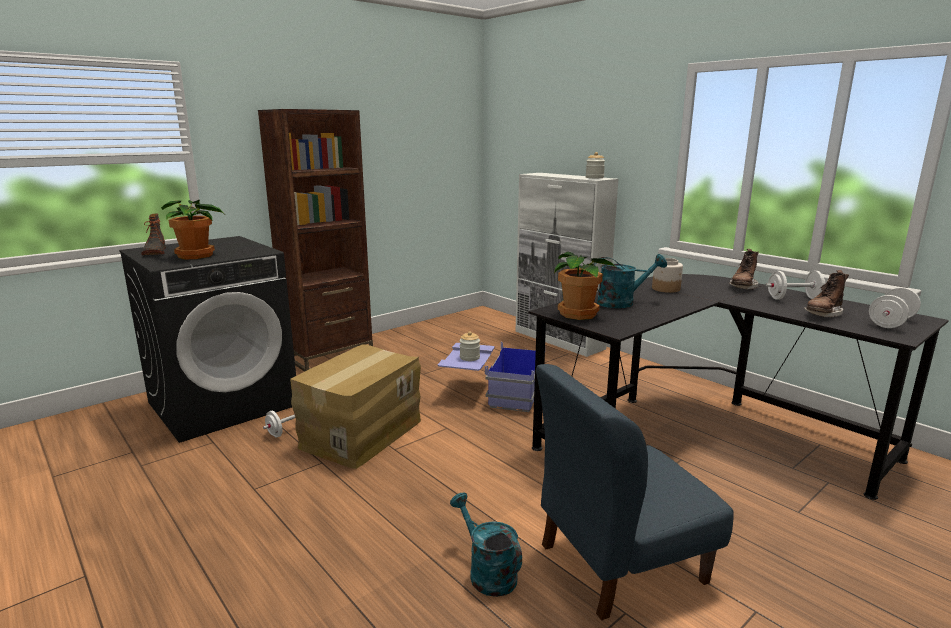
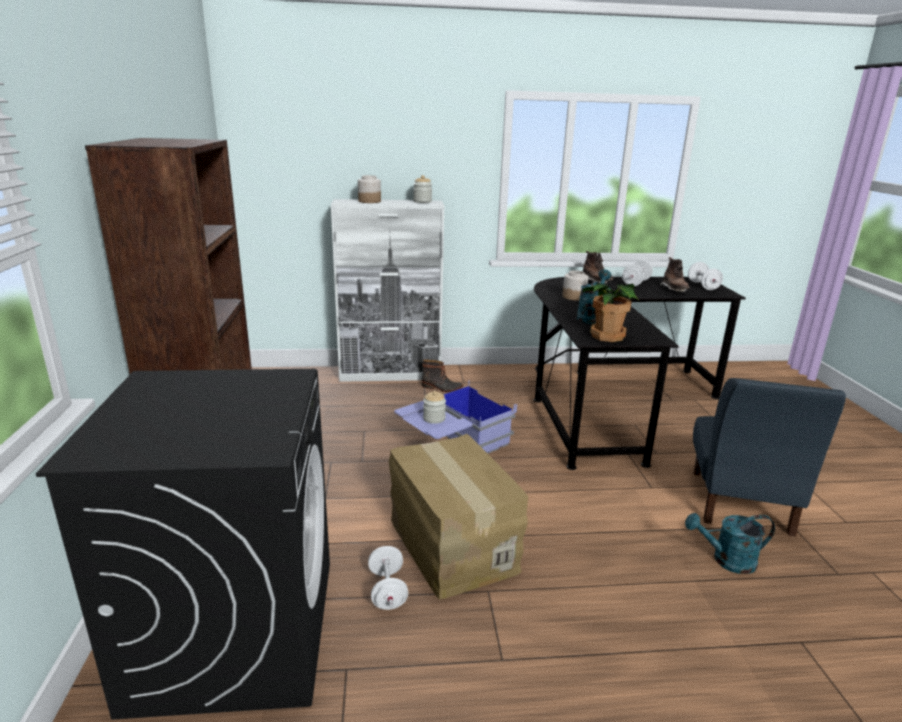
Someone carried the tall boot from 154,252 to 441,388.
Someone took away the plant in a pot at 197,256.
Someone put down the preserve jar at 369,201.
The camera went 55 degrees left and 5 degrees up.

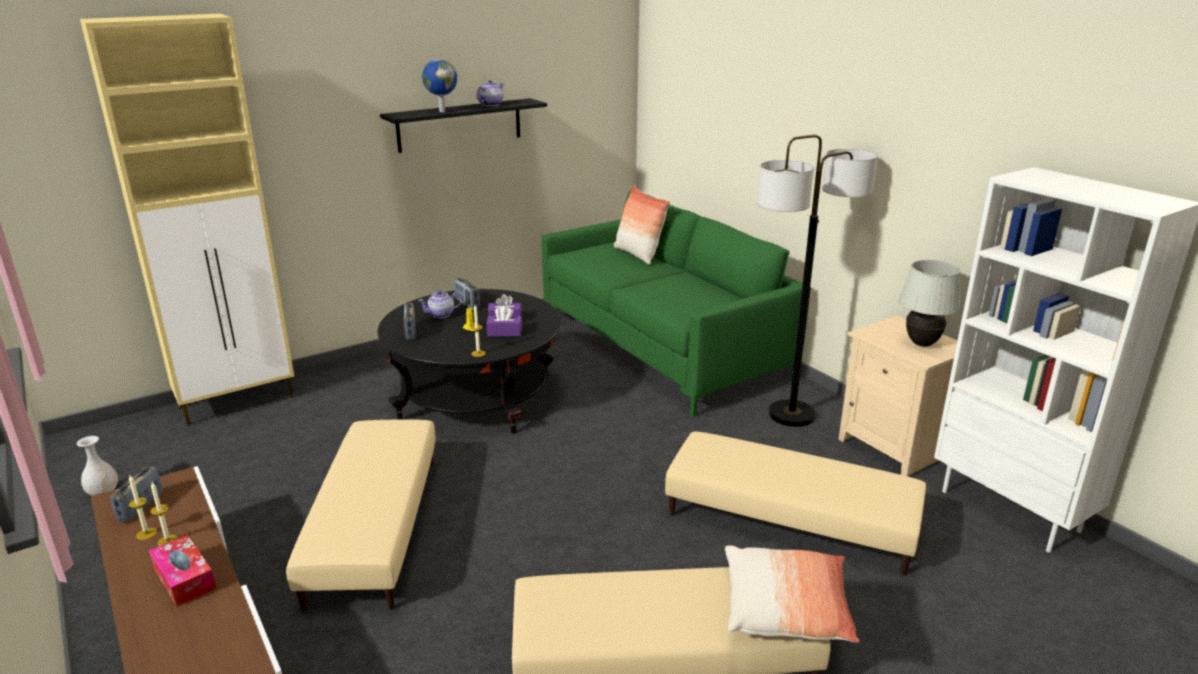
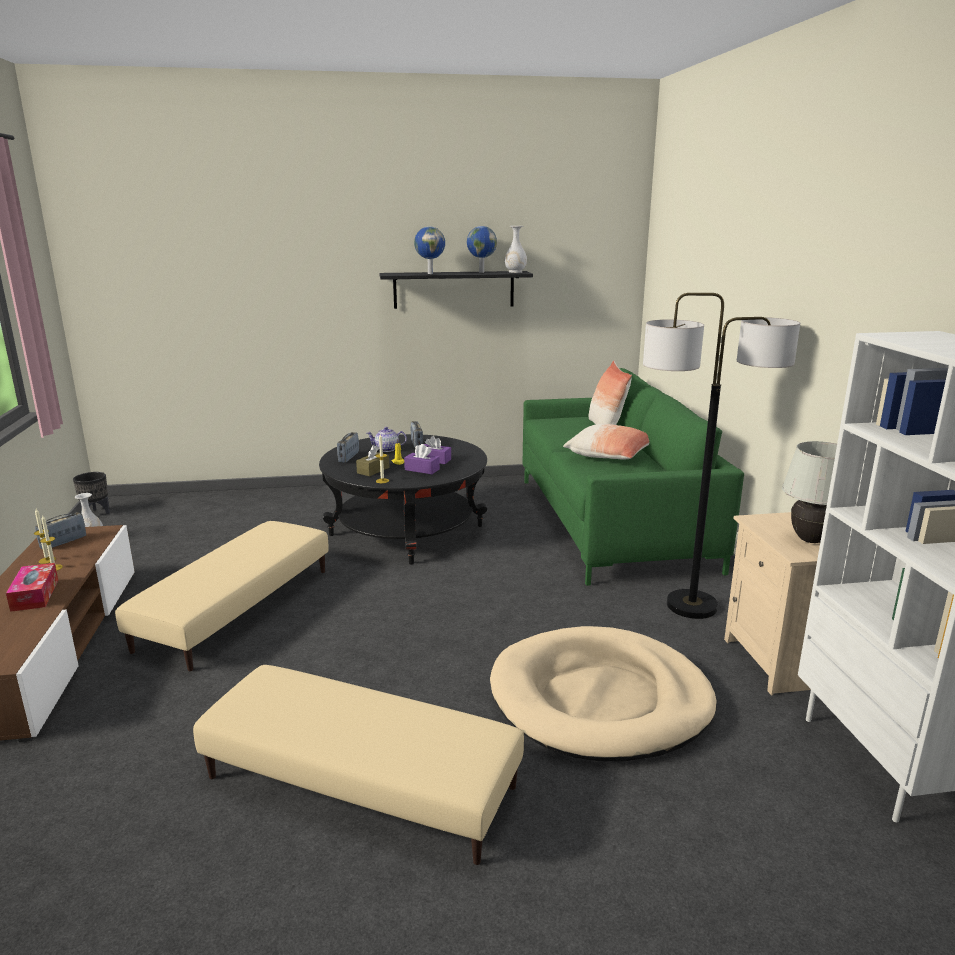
Someone took away the storage cabinet (beige-coloured) at 239,401.
Someone swapped the pot for tea at 490,104 for the world globe at 481,272.
Someone swapped the footrest (beige-coloured) at 790,520 for the dog bed (beige-coloured) at 600,699.
Someone carried the cushion from 786,609 to 610,455.
Someone put down the plant pot (black-coloured) at 96,513.
Someone put down the box of tissues (brown-coloured) at 373,470.
Someone put down the vase (white-coloured) at 515,272.
The camera went 25 degrees right and 5 degrees down.

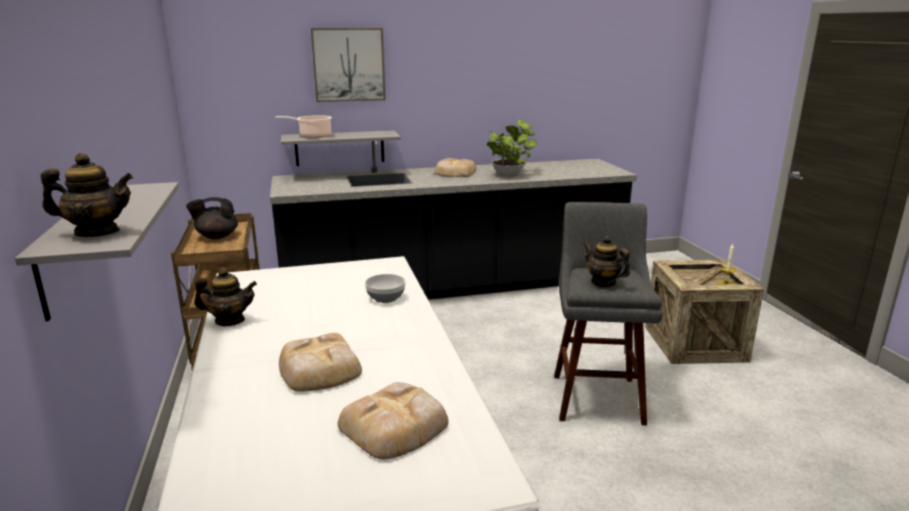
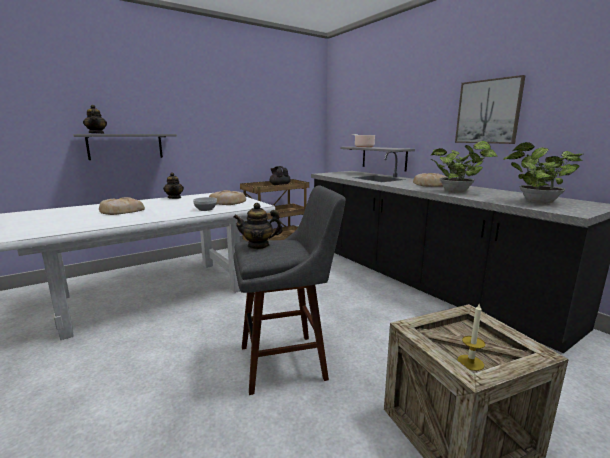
Someone carried the picture from 348,65 to 488,112.
Someone carried the baked bread from 396,426 to 227,202.
Someone rotated the pot for tea at 603,283 by 120 degrees counterclockwise.
Someone put down the plant in a pot at 535,202.
The camera went 70 degrees right and 5 degrees down.

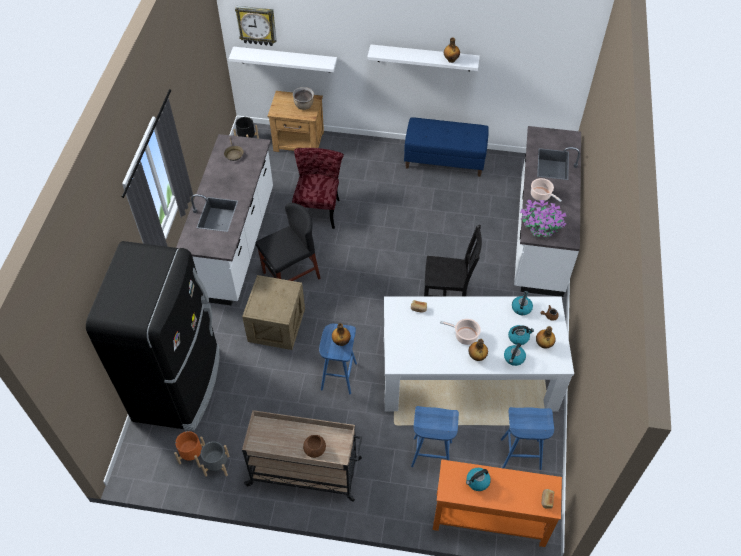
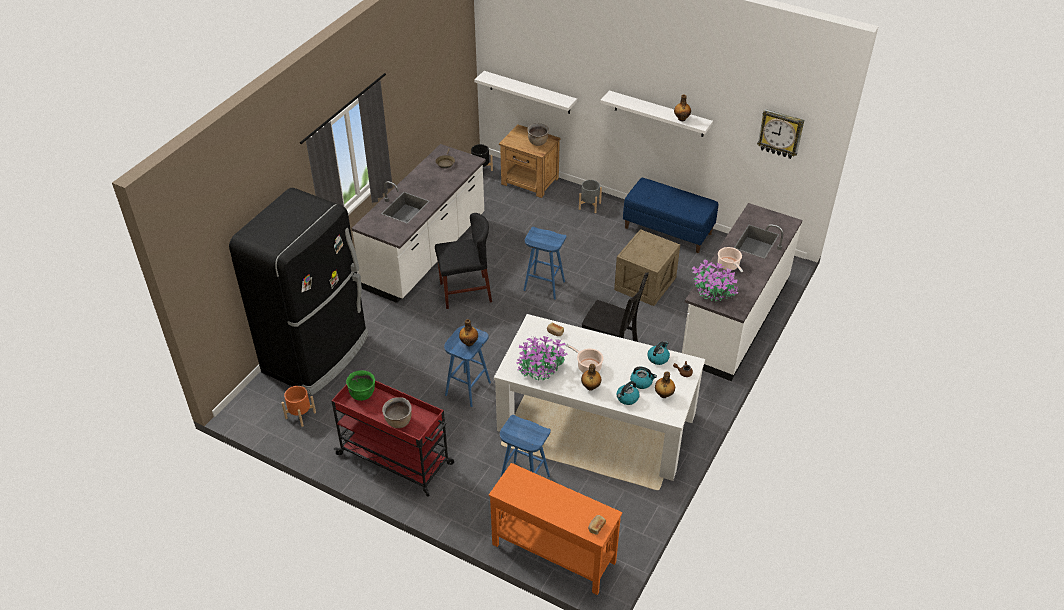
Someone carried the plant pot (grey) from 217,465 to 589,206.
Someone carried the wall clock from 257,25 to 780,133.
Someone carried the shipping crate from 277,324 to 645,283.
Someone repainted the trolley (beige-coloured) at 306,472, which became the trolley (red) at 396,459.
Someone took away the chair (red) at 318,207.
Someone swapped the serving bowl (brown-coloured) at 315,449 for the saucepot (brown-coloured) at 399,422.
Someone took away the kettle at 477,482.
Someone carried the sitting stool (bluish) from 520,454 to 543,286.
Someone put down the saucepot (green) at 362,394.
Someone put down the plant in a pot at 541,368.
The camera went 20 degrees right and 10 degrees down.

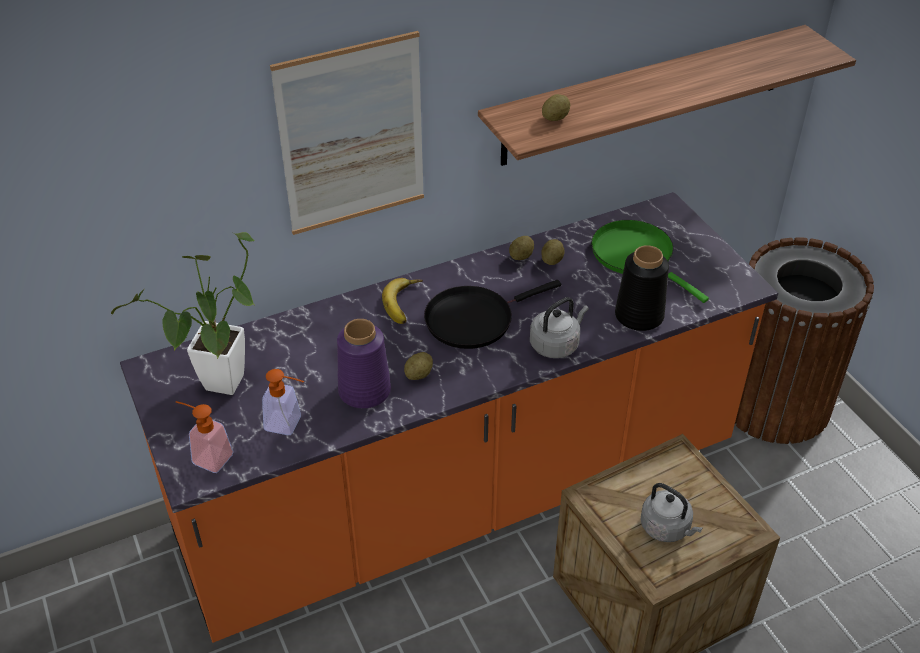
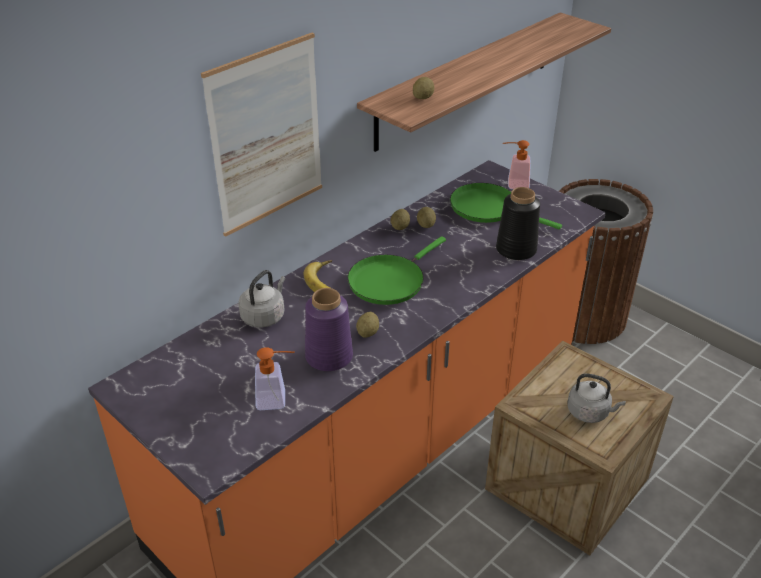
Someone took away the plant in a pot at 220,389.
Someone carried the soap bottle from 207,456 to 513,184.
Someone repainted the pan (black-coloured) at 474,319, which became the pan (green) at 389,281.
Someone carried the kettle (grey) from 556,344 to 264,316.
The camera went 20 degrees left and 5 degrees down.

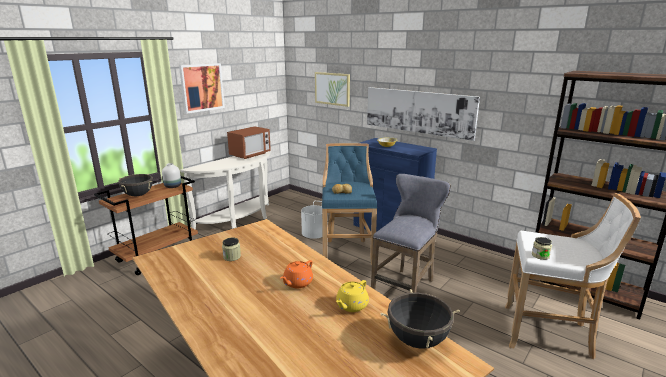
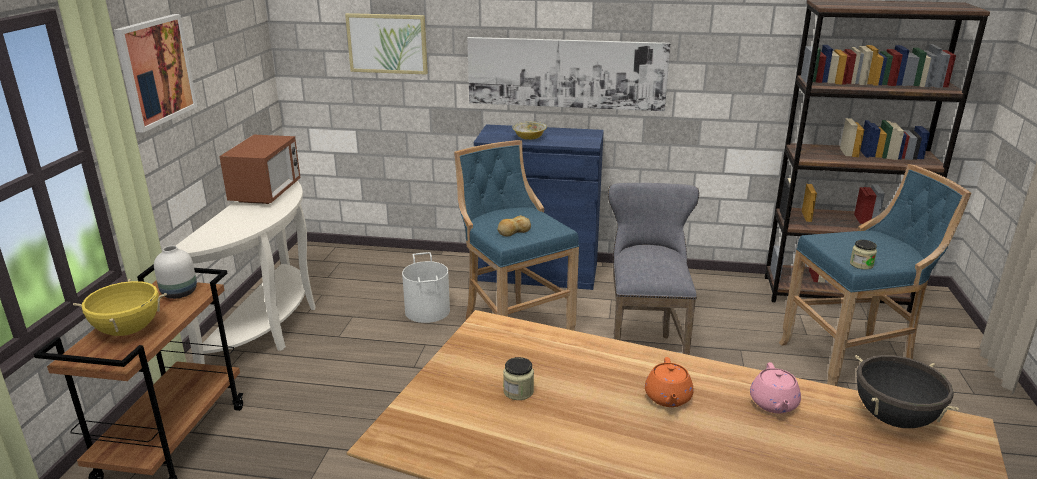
Someone repainted the saucepot (black-coloured) at 138,195, which became the saucepot (yellowish) at 128,330.
Someone repainted the pot for tea (yellowish) at 351,305, which became the pot for tea (pinkish) at 773,404.
Someone repainted the sitting stool (white-coloured) at 549,333, which became the sitting stool (bluish) at 850,361.
The camera went 30 degrees left and 5 degrees up.

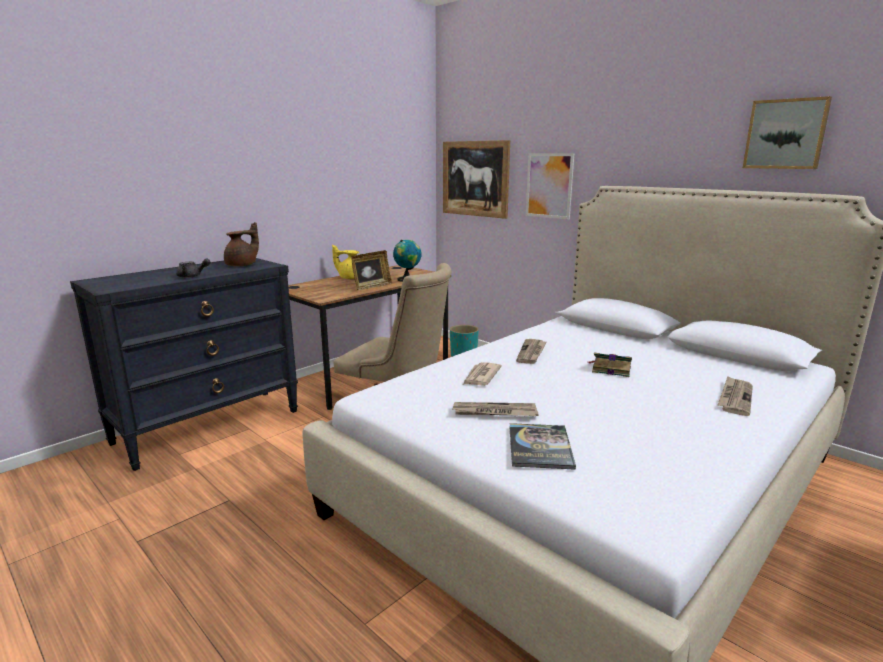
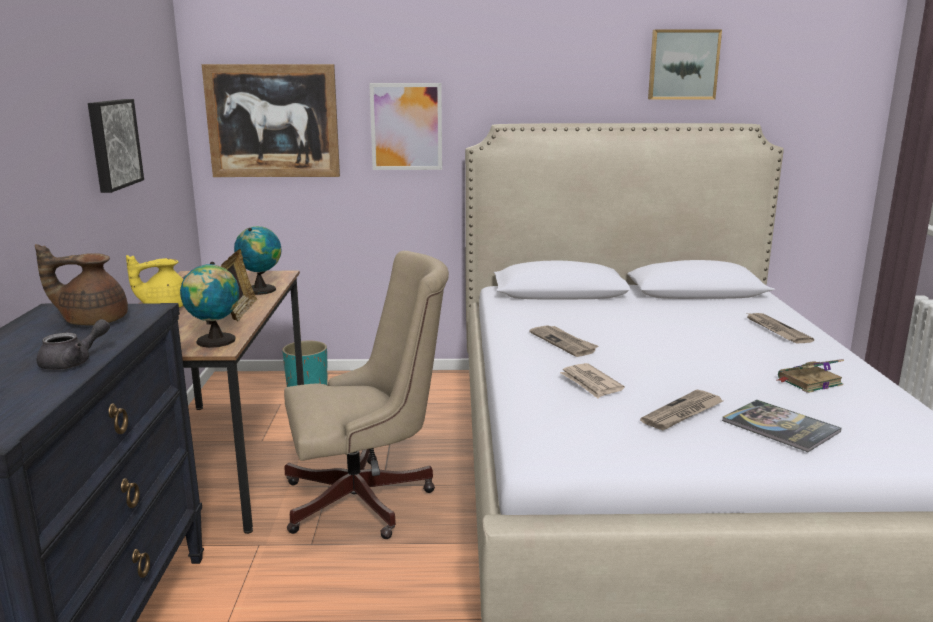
Someone rotated the pot for tea (brown-coloured) at 243,265 by 90 degrees counterclockwise.
Someone carried the bound book from 610,369 to 808,382.
Someone put up the picture at 112,144.
Someone put down the world globe at 215,342.
The camera went 45 degrees left and 0 degrees up.

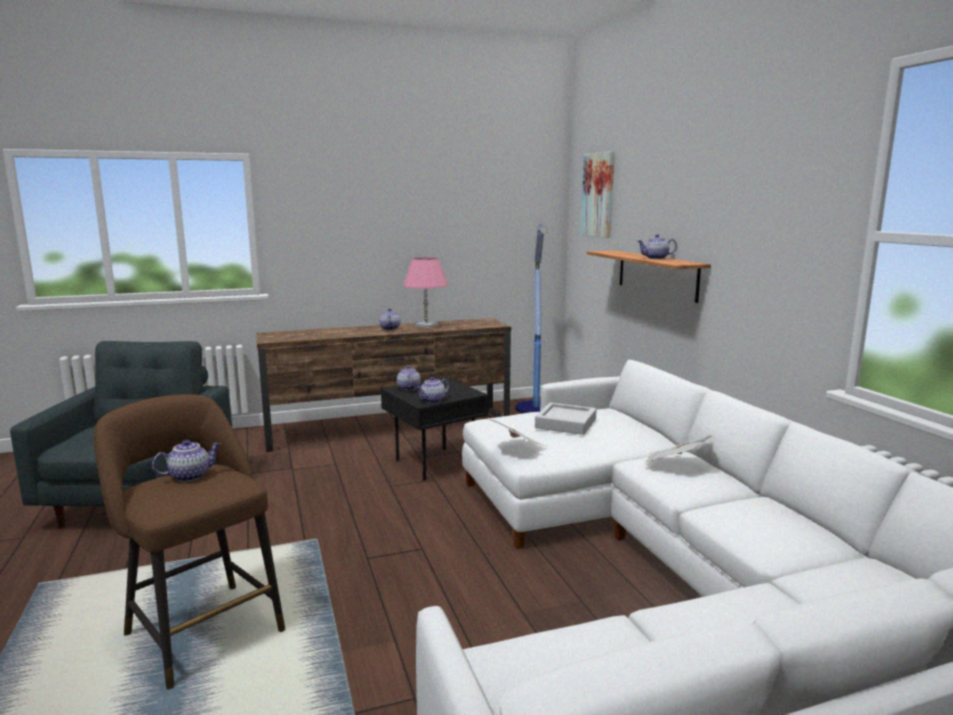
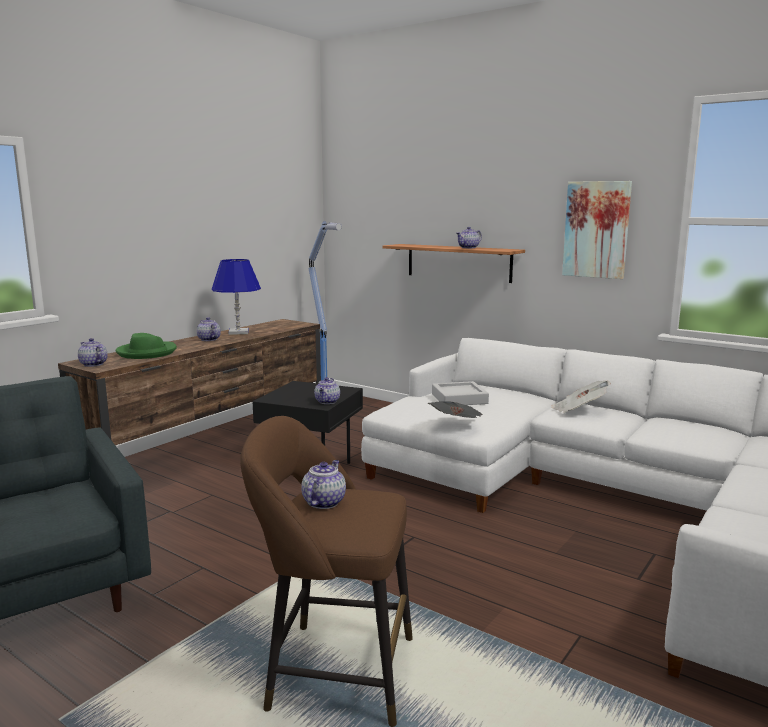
Someone carried the pot for tea from 408,388 to 93,364.
Someone repainted the tabletop lamp (pinkish) at 426,325, which became the tabletop lamp (bluish) at 238,332.
Someone carried the picture from 599,195 to 596,229.
Someone put down the wearable hat (green) at 147,353.
The camera went 35 degrees left and 0 degrees up.

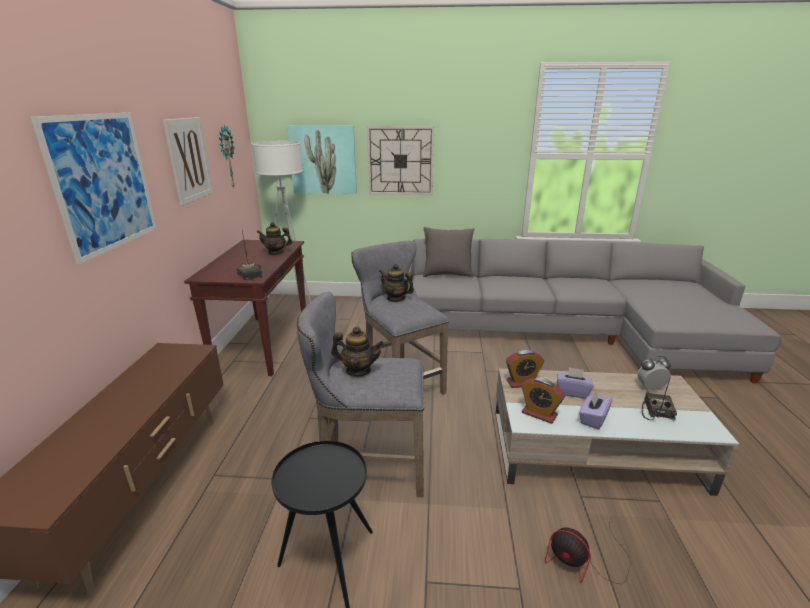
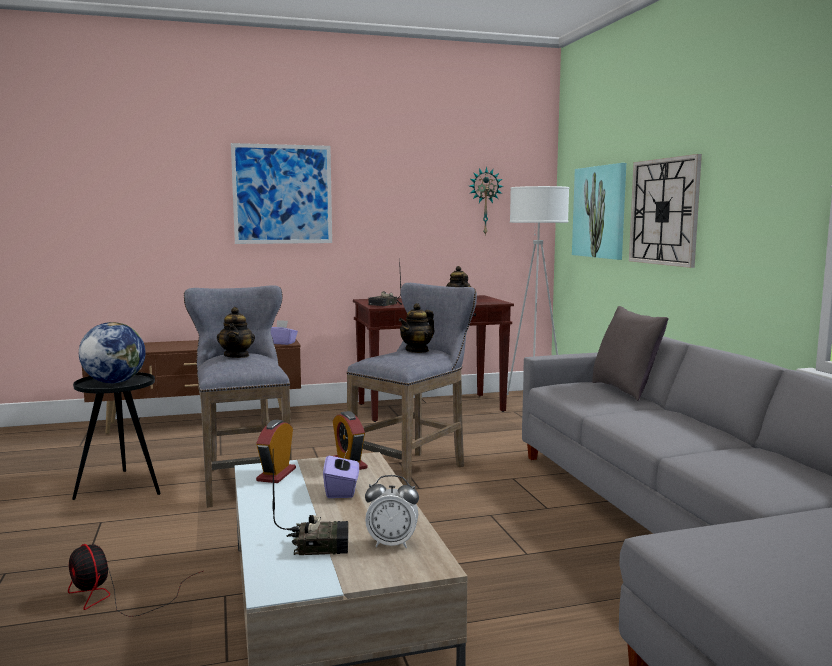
Someone took away the picture at 188,160.
Someone rotated the pot for tea at 396,298 by 150 degrees counterclockwise.
Someone rotated the fan at 584,561 by 60 degrees counterclockwise.
Someone carried the box of tissues (purple-coloured) from 593,419 to 281,343.
Someone rotated the bedside clock at 650,388 by 120 degrees clockwise.
Someone put down the world globe at 114,382.
The camera went 70 degrees right and 15 degrees down.

